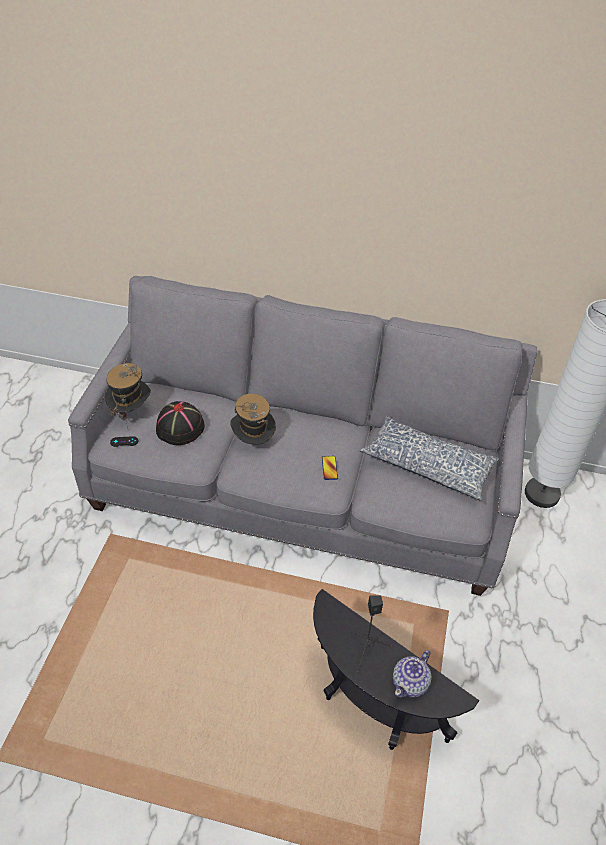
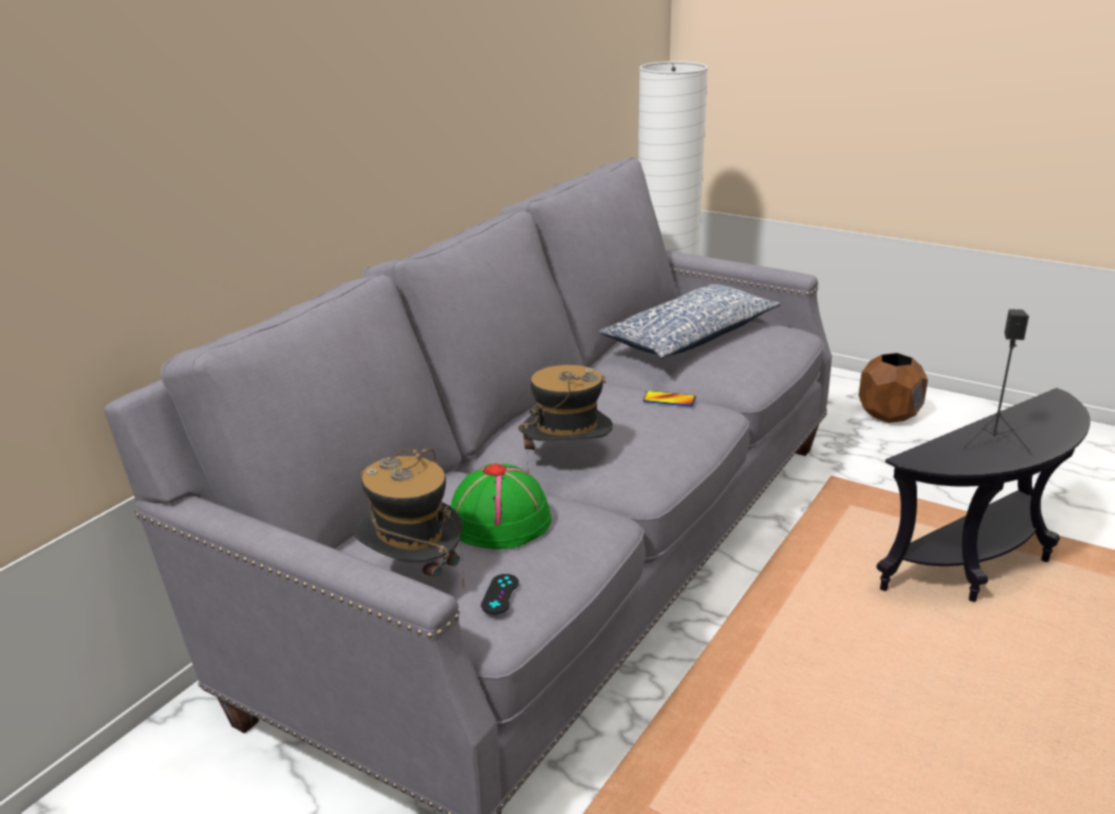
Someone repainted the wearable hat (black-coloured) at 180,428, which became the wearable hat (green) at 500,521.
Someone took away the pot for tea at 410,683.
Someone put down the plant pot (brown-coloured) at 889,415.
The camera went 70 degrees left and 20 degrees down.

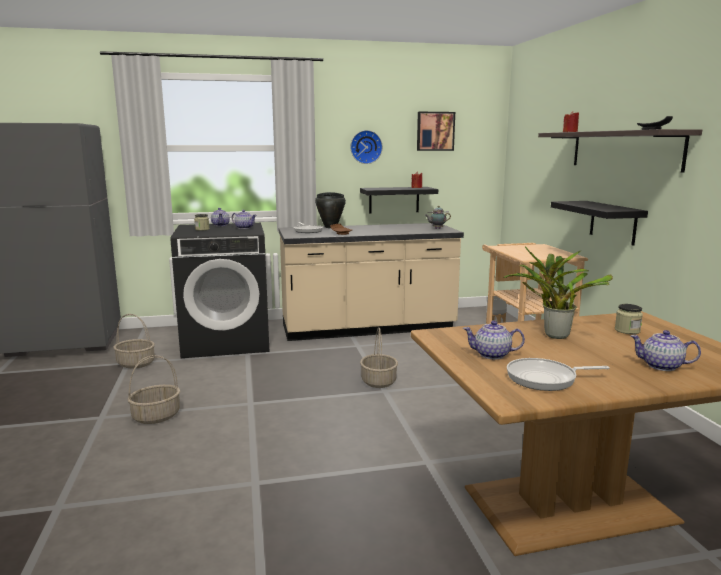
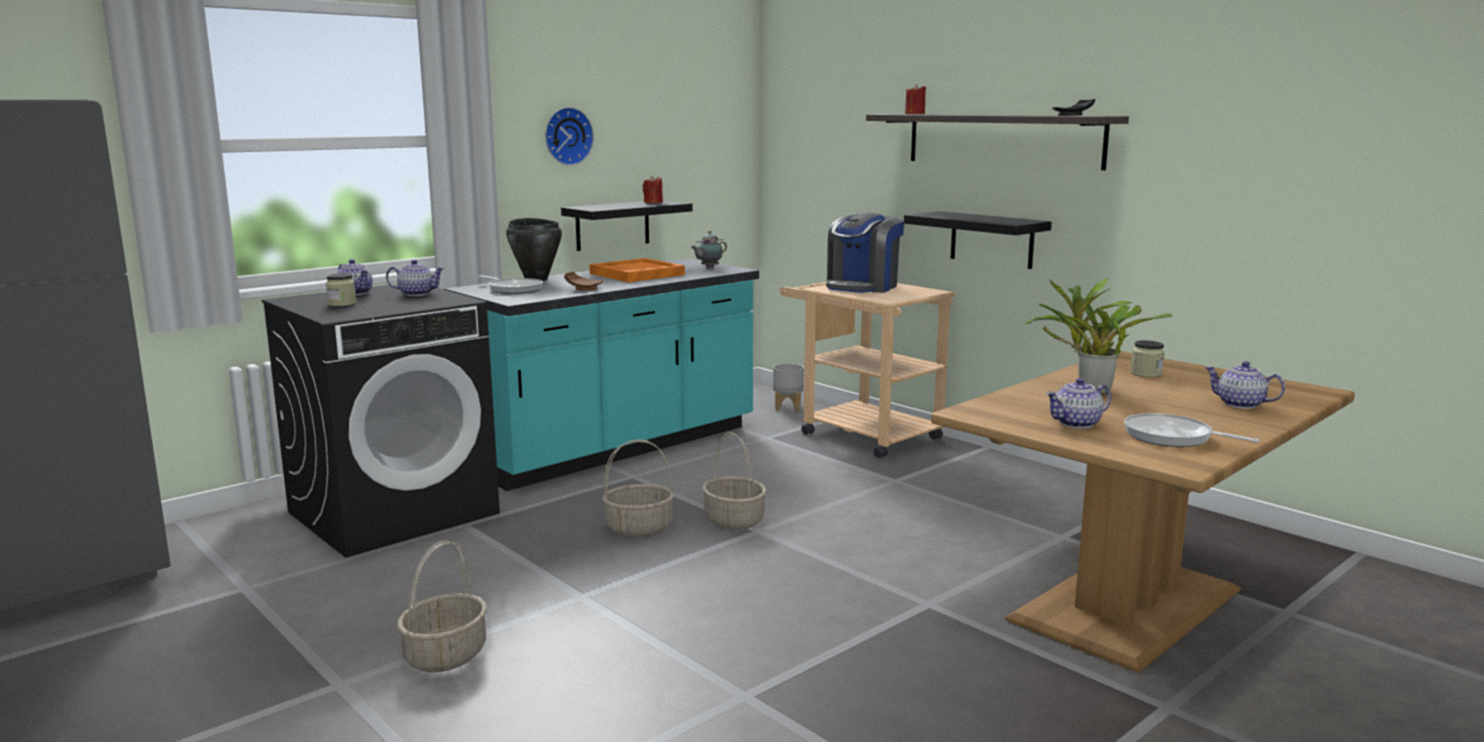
Someone carried the basket from 135,363 to 638,528.
Someone repainted the counter (beige-coloured) at 368,328, which became the counter (blue-green) at 615,448.
Someone took away the picture at 435,131.
Someone rotated the pan at 545,379 by 75 degrees clockwise.
Someone rotated the pot for tea at 662,366 by 45 degrees clockwise.
Someone put down the carrying tray (orangey) at 636,274.
Someone put down the coffee maker at 862,287.
The camera went 30 degrees left and 0 degrees up.

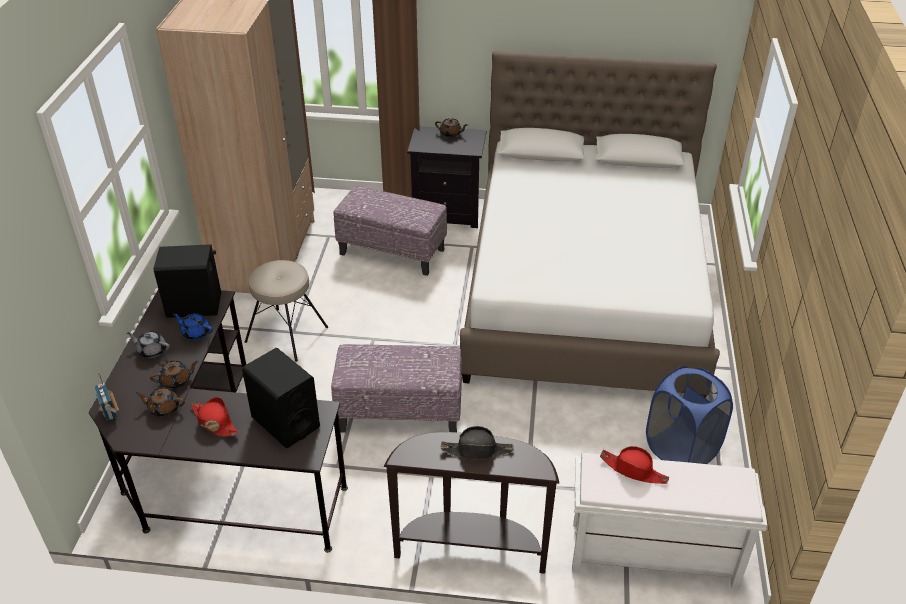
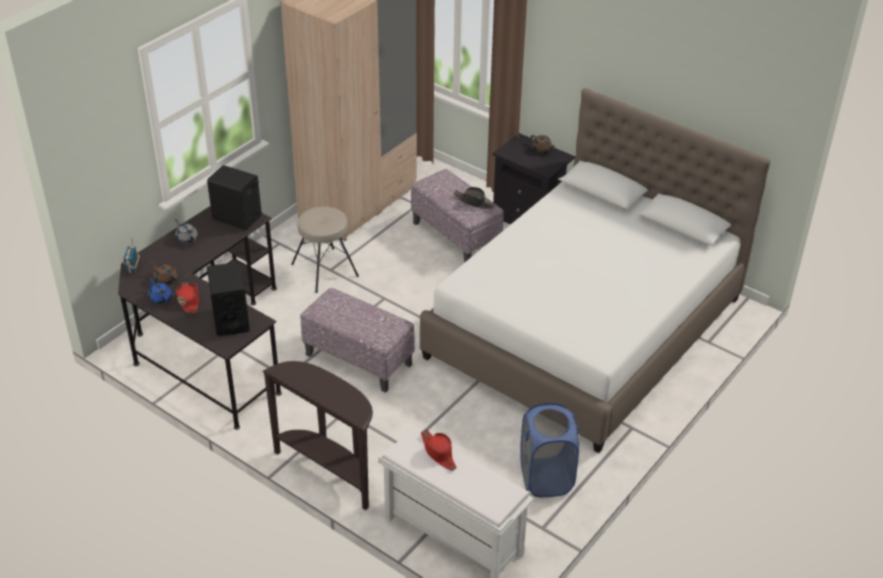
Someone took away the pot for tea (brown-coloured) at 176,381.
Someone carried the pot for tea (bluish) from 195,333 to 160,298.
Someone carried the wearable hat (black-coloured) from 477,450 to 474,202.
The camera went 30 degrees right and 0 degrees up.

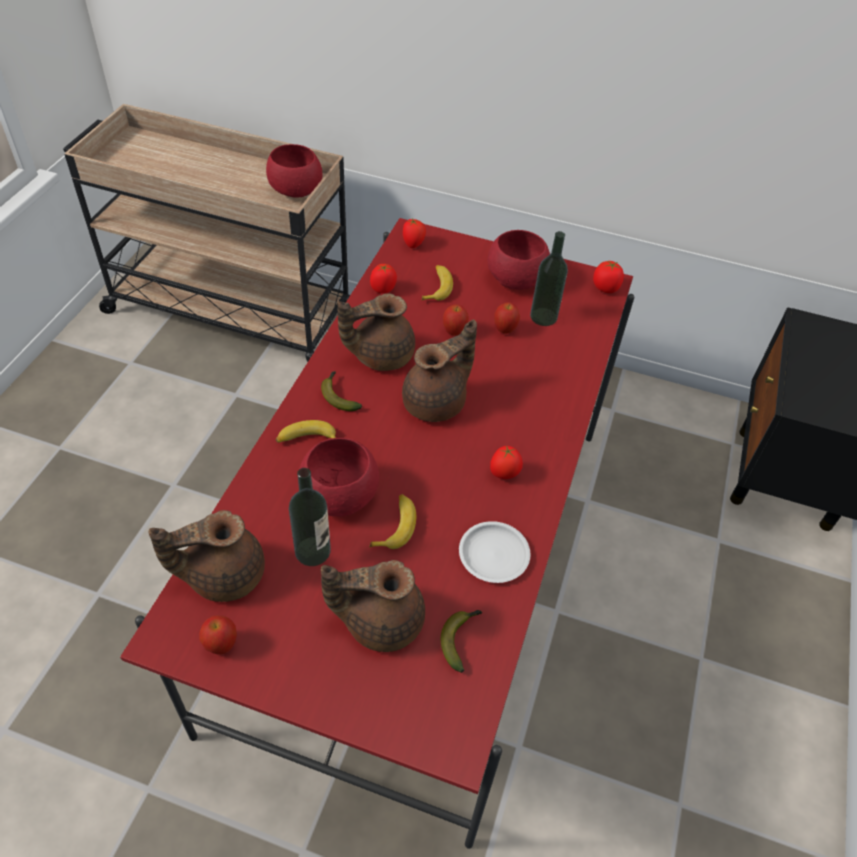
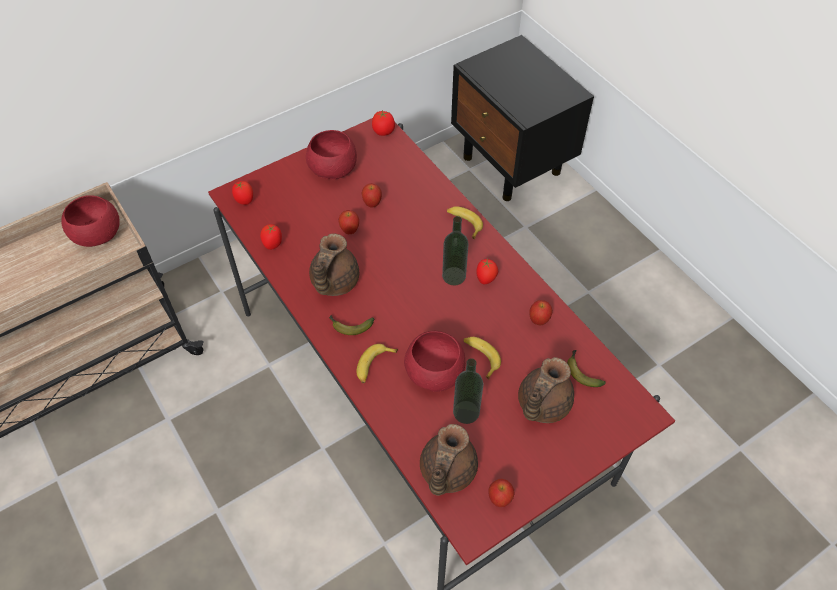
Someone took away the pot for tea (brown-coloured) at 437,402.
Someone carried the banana fruit from 437,287 to 464,223.
Someone swapped the dinner plate (white-coloured) at 494,555 for the apple fruit at 538,321.
Someone carried the bottle from 543,317 to 454,276.
The camera went 50 degrees left and 5 degrees up.

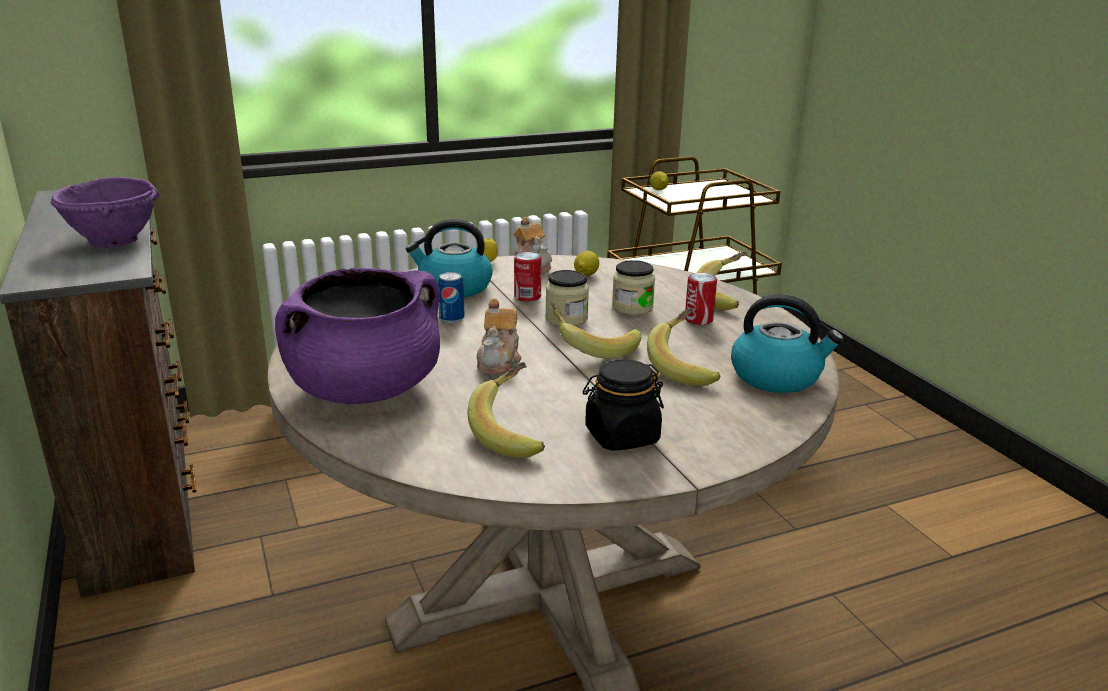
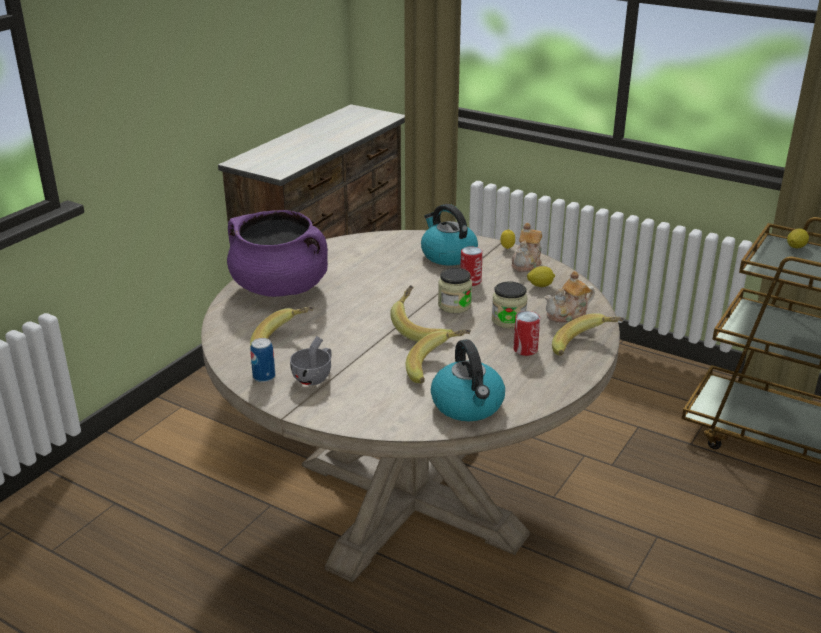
Someone took away the serving bowl (purple-coloured) at 114,241.
Someone carried the metal can from 451,318 to 264,377.
Someone carried the pot for tea from 499,361 to 568,315.
Someone swapped the preserve jar (black-coloured) at 621,436 for the cup (grey) at 315,377.
The camera went 55 degrees right and 5 degrees up.

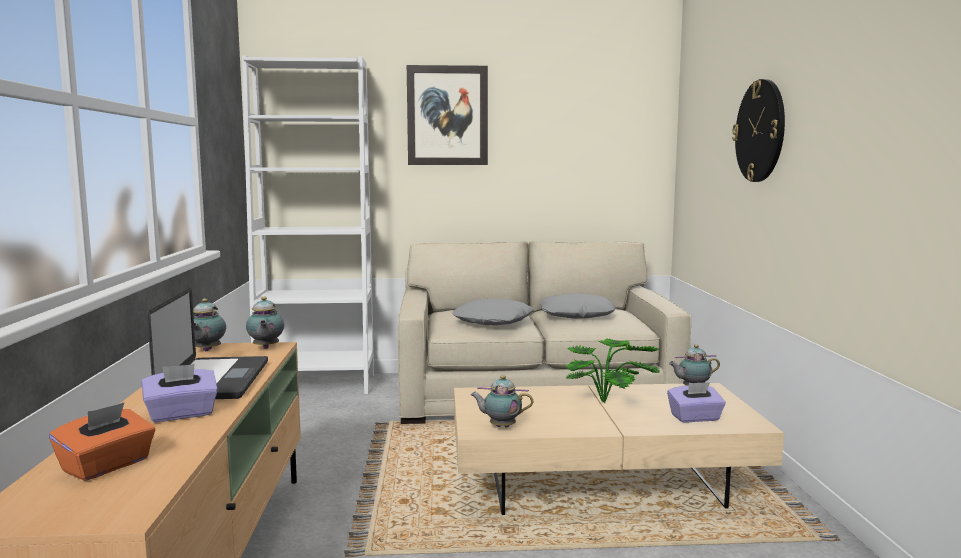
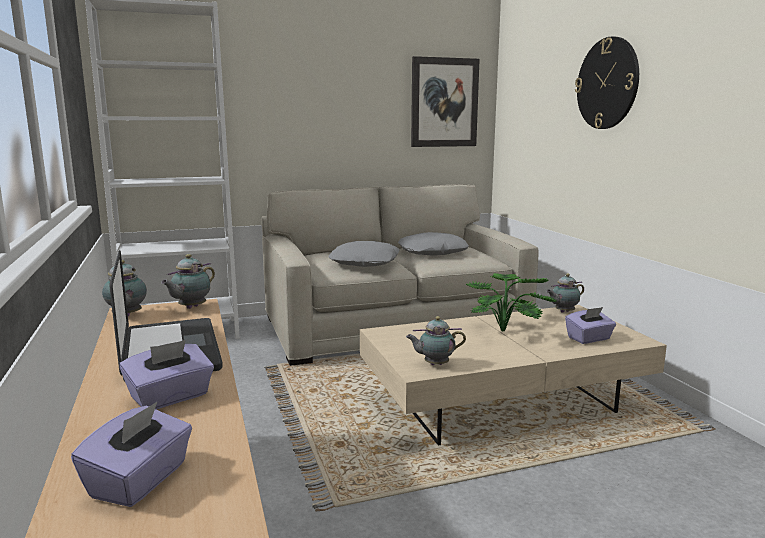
Someone repainted the box of tissues (orangey) at 107,466, which became the box of tissues (purple-coloured) at 140,480.
Someone rotated the pot for tea at 265,348 by 60 degrees clockwise.
Someone carried the picture from 447,116 to 444,102.
The camera went 15 degrees left and 5 degrees up.

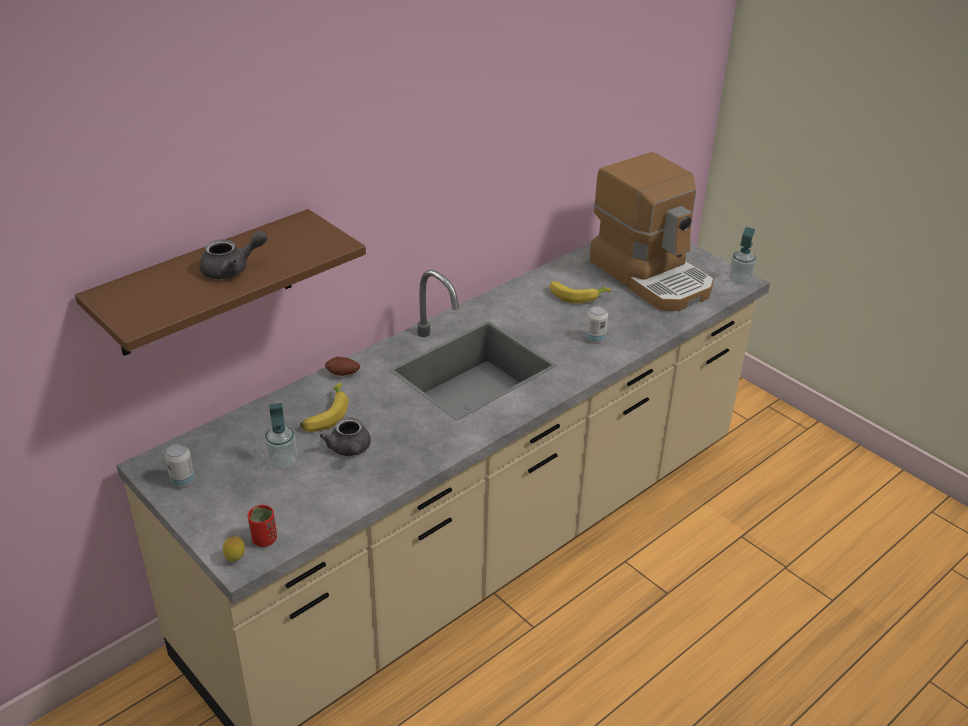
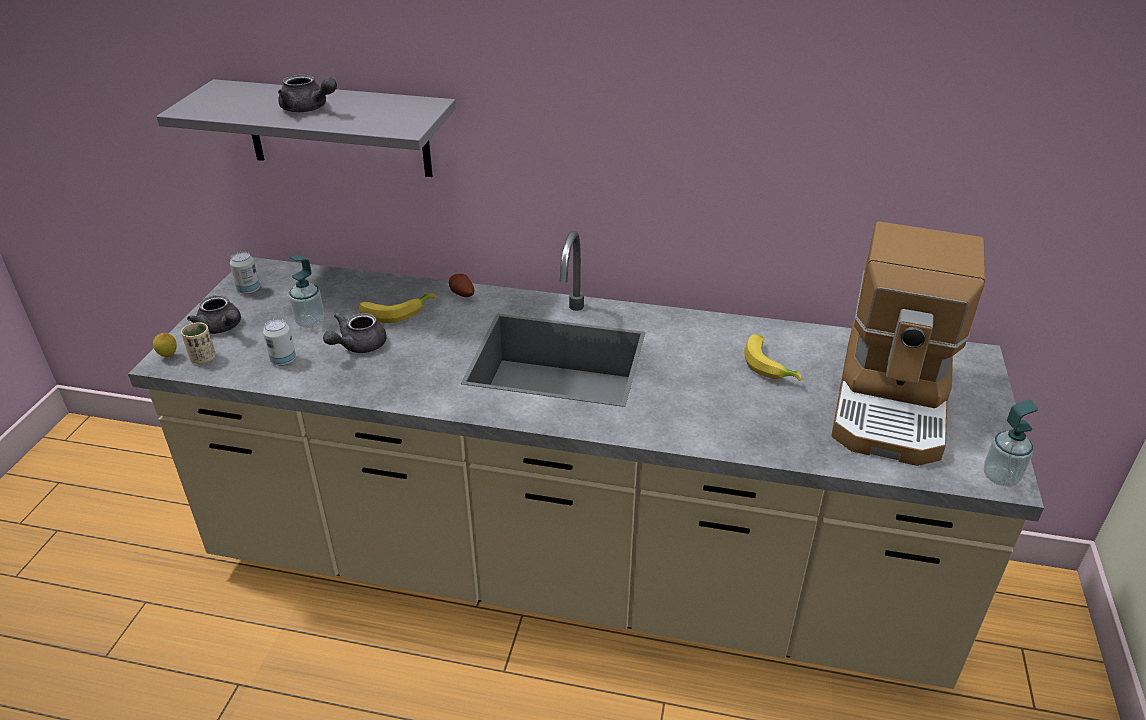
Someone repainted the bracket shelf (brown-coloured) at 205,284, which became the bracket shelf (grey) at 337,129.
Someone repainted the cup (red) at 264,539, which became the cup (beige-coloured) at 203,358.
Someone carried the metal can from 595,338 to 283,360.
Someone put down the pot for tea (grey) at 222,328.
The camera went 55 degrees right and 0 degrees up.

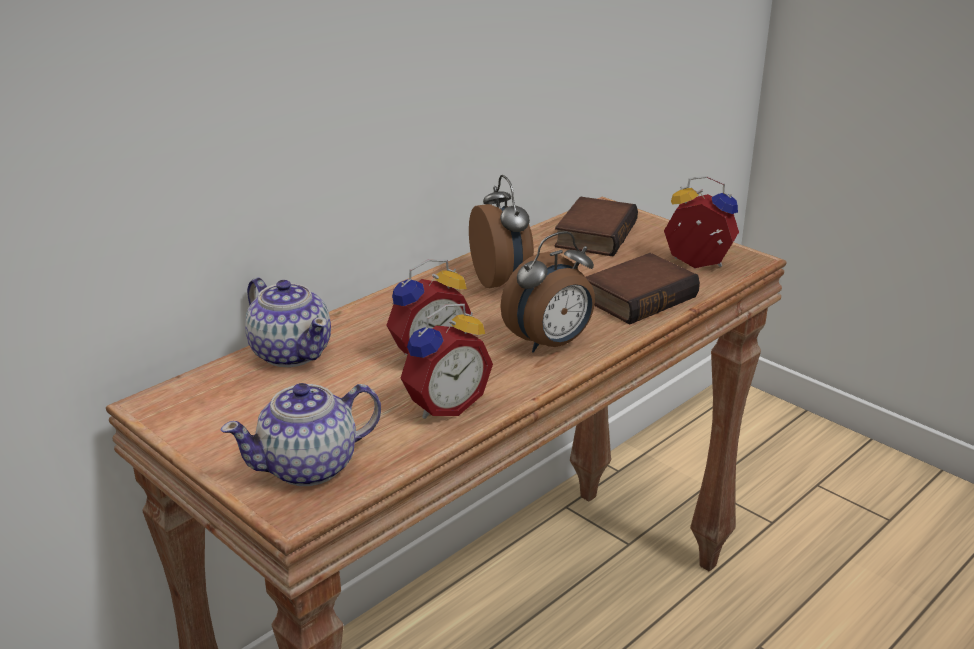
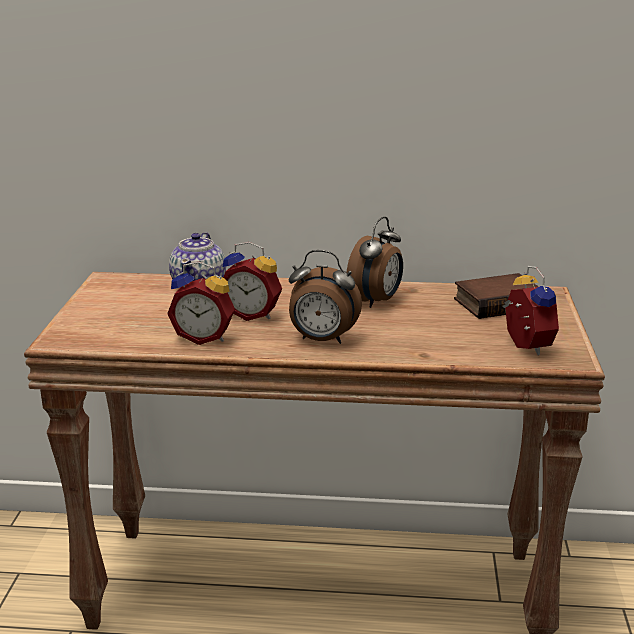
Someone took away the pot for tea at 310,466.
Someone took away the bound book at 638,296.
The camera went 50 degrees right and 5 degrees down.

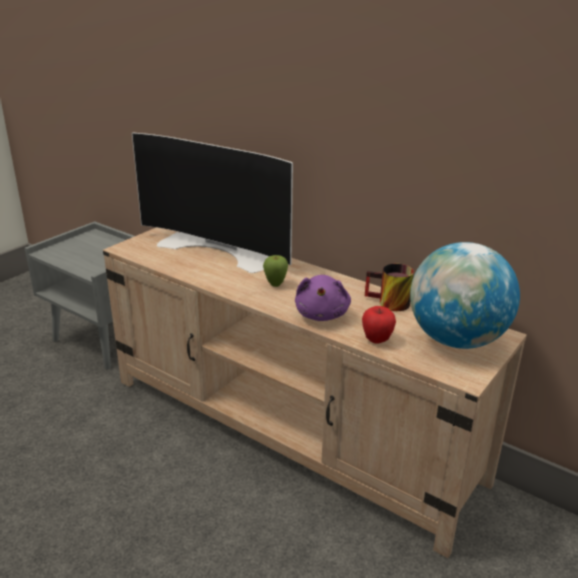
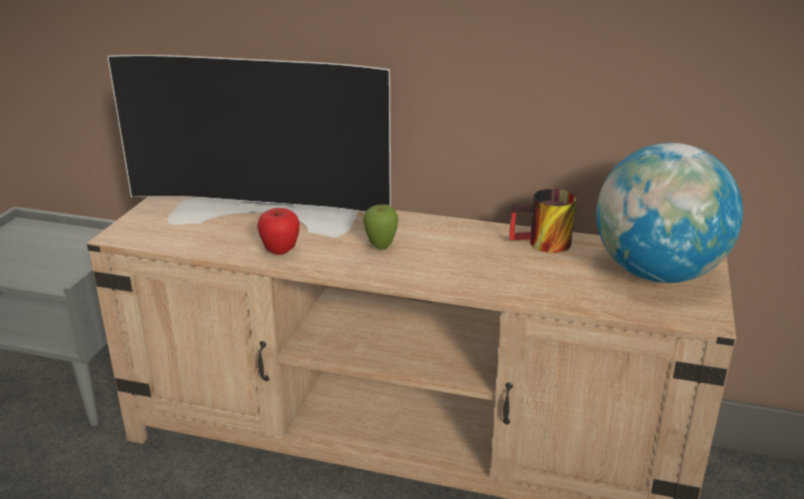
Someone took away the plush toy (purple-coloured) at 322,314.
Someone carried the apple fruit from 377,340 to 280,251.
The camera went 20 degrees left and 0 degrees up.

